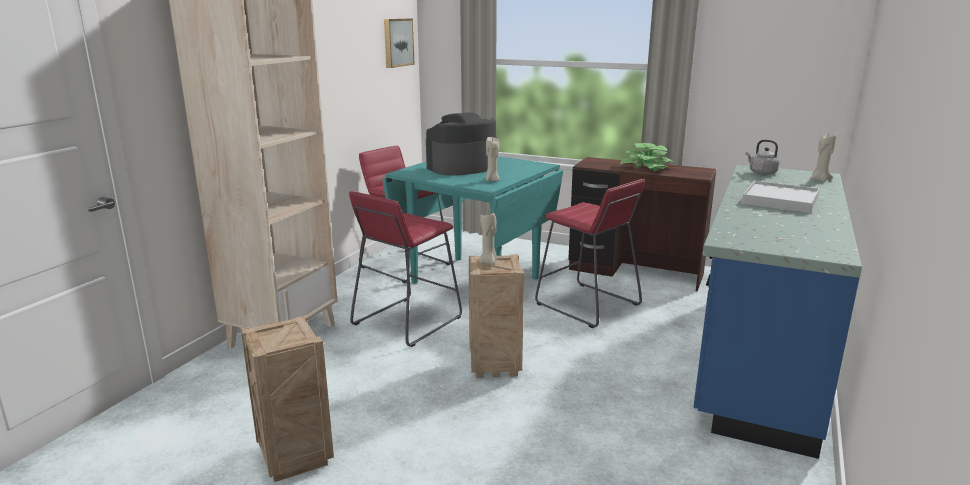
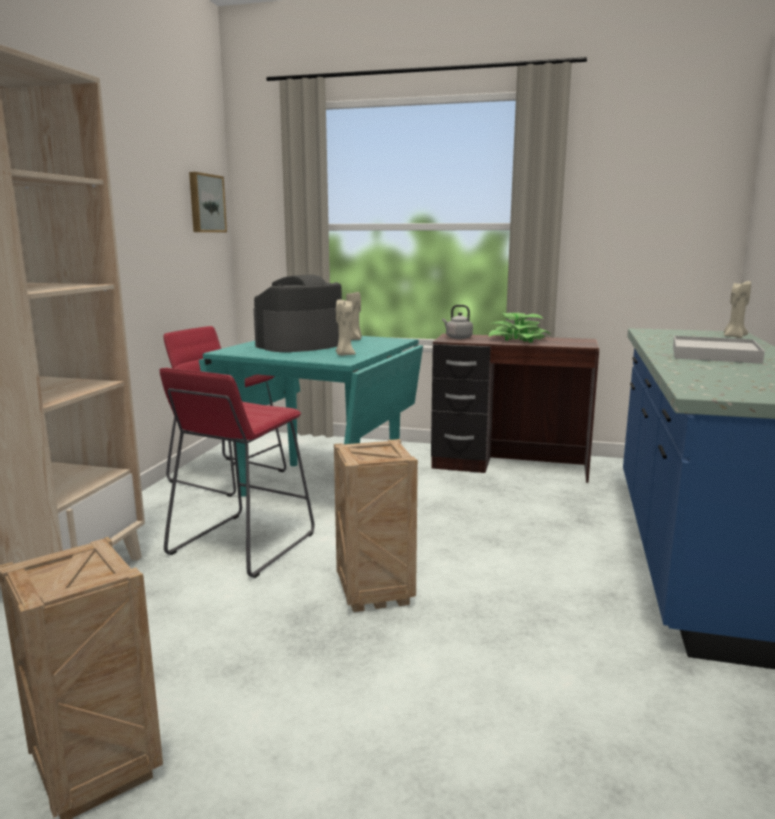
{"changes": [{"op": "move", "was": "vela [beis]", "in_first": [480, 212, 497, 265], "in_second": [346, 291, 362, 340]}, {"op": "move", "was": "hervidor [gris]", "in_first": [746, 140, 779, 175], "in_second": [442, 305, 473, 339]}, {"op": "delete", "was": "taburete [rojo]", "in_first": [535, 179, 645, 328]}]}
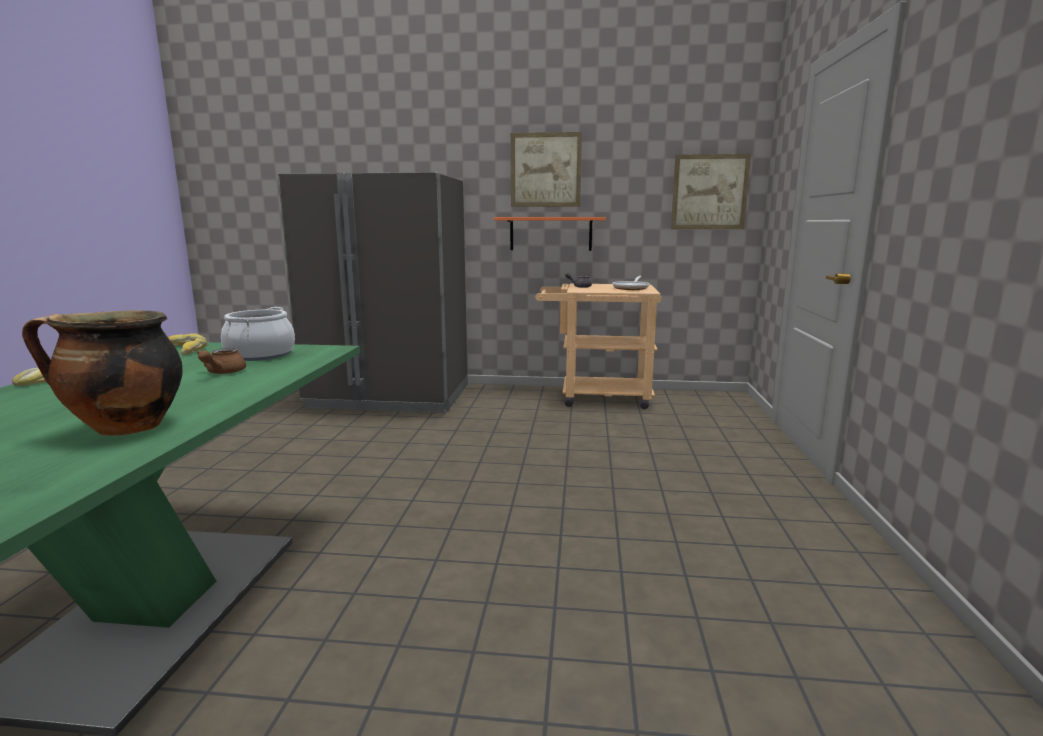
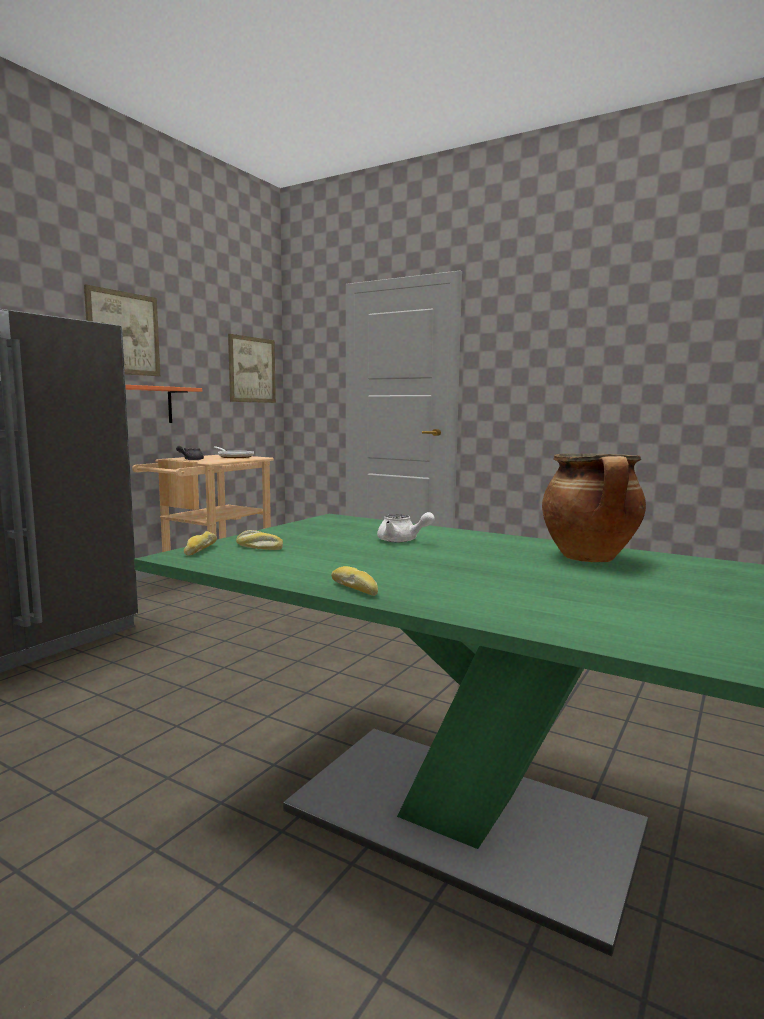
{"changes": [{"op": "recolor", "was": "tetera [marrón]", "now": "tetera [blanco]", "in_first": [197, 348, 246, 374], "in_second": [377, 512, 435, 542]}, {"op": "delete", "was": "olla", "in_first": [221, 307, 295, 361]}]}
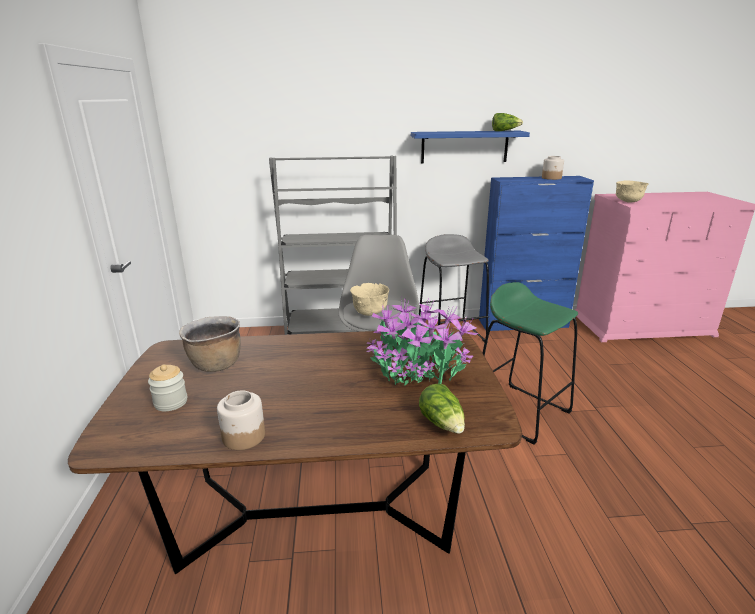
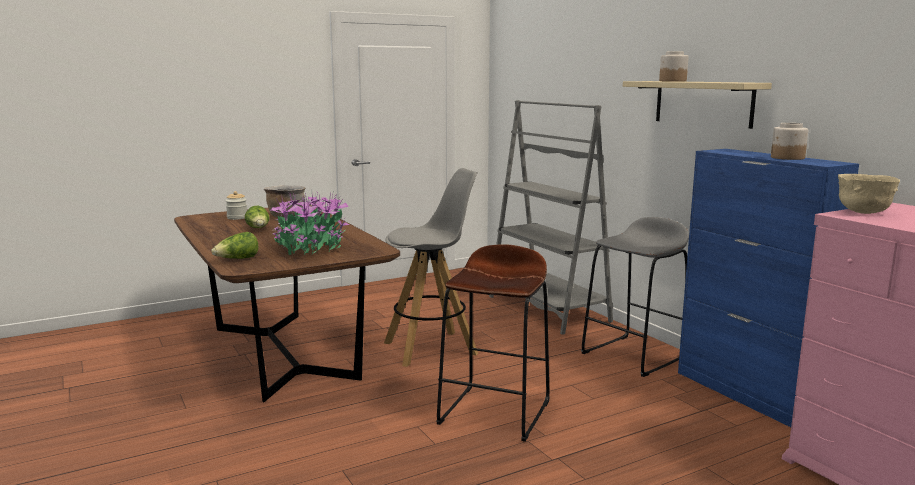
{"changes": [{"op": "move", "was": "lechuga", "in_first": [492, 113, 523, 131], "in_second": [245, 206, 270, 228]}, {"op": "recolor", "was": "taburete [verde]", "now": "taburete [marrón]", "in_first": [483, 282, 578, 444], "in_second": [436, 244, 549, 442]}, {"op": "recolor", "was": "estante [azul]", "now": "estante [beis]", "in_first": [411, 131, 530, 164], "in_second": [623, 81, 772, 129]}, {"op": "move", "was": "tarro", "in_first": [217, 390, 265, 450], "in_second": [659, 51, 688, 81]}, {"op": "delete", "was": "cuenco [beis]", "in_first": [350, 283, 389, 316]}]}
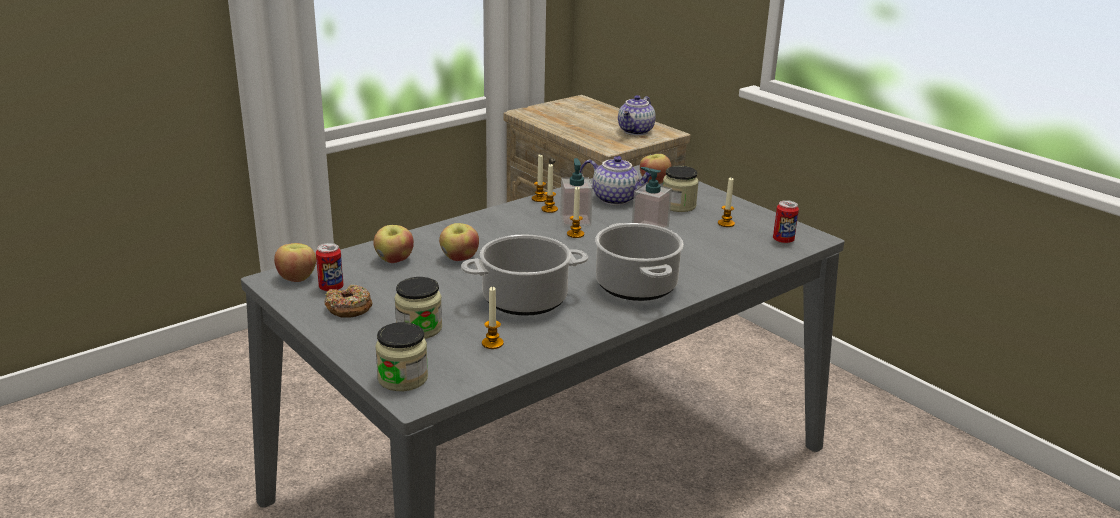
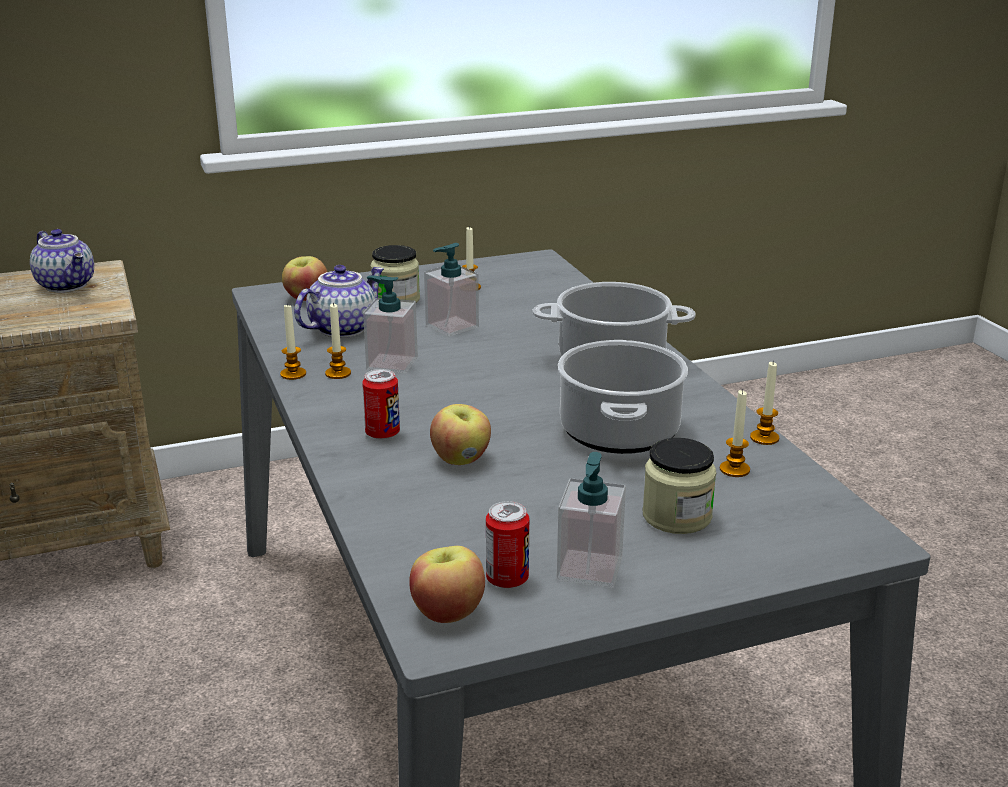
{"changes": [{"op": "move", "was": "lata", "in_first": [773, 200, 799, 244], "in_second": [362, 369, 400, 440]}, {"op": "replace", "was": "rosquilla", "now": "dispensador de jabón", "in_first": [324, 285, 372, 318], "in_second": [557, 452, 626, 588]}, {"op": "move", "was": "vela", "in_first": [567, 186, 584, 238], "in_second": [750, 361, 779, 445]}, {"op": "delete", "was": "manzana", "in_first": [373, 225, 414, 263]}, {"op": "delete", "was": "tarro", "in_first": [375, 322, 428, 391]}]}
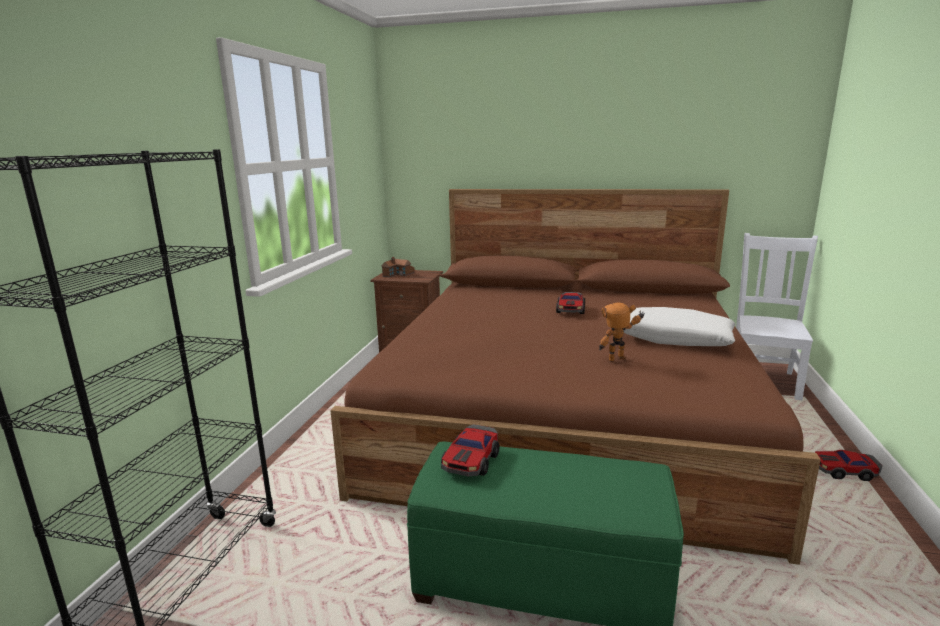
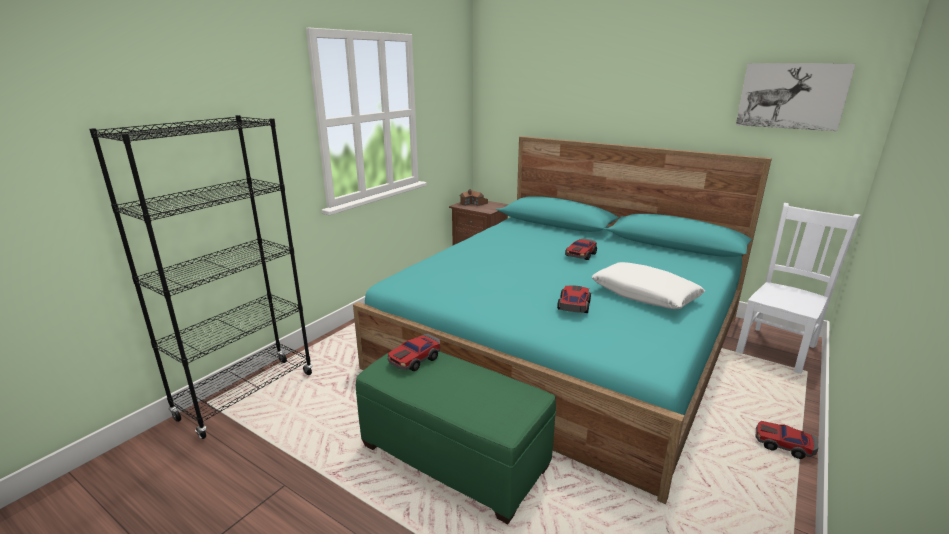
{"changes": [{"op": "recolor", "was": "cama [marrón]", "now": "cama [turquesa]", "in_first": [330, 189, 821, 565], "in_second": [353, 136, 772, 504]}, {"op": "replace", "was": "robot de juguete", "now": "coche de juguete", "in_first": [599, 303, 645, 362], "in_second": [557, 285, 591, 313]}, {"op": "insert", "now": "cuadro", "in_second": [736, 63, 856, 131]}]}
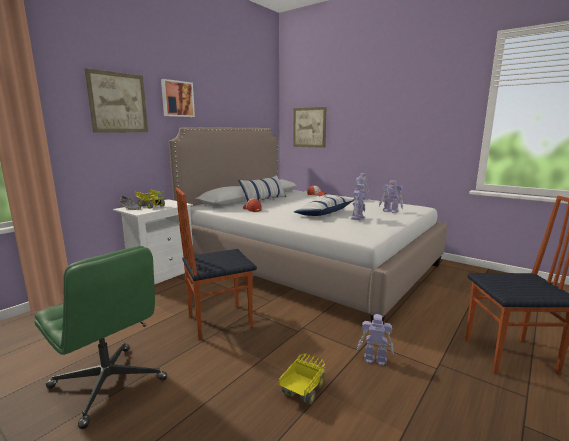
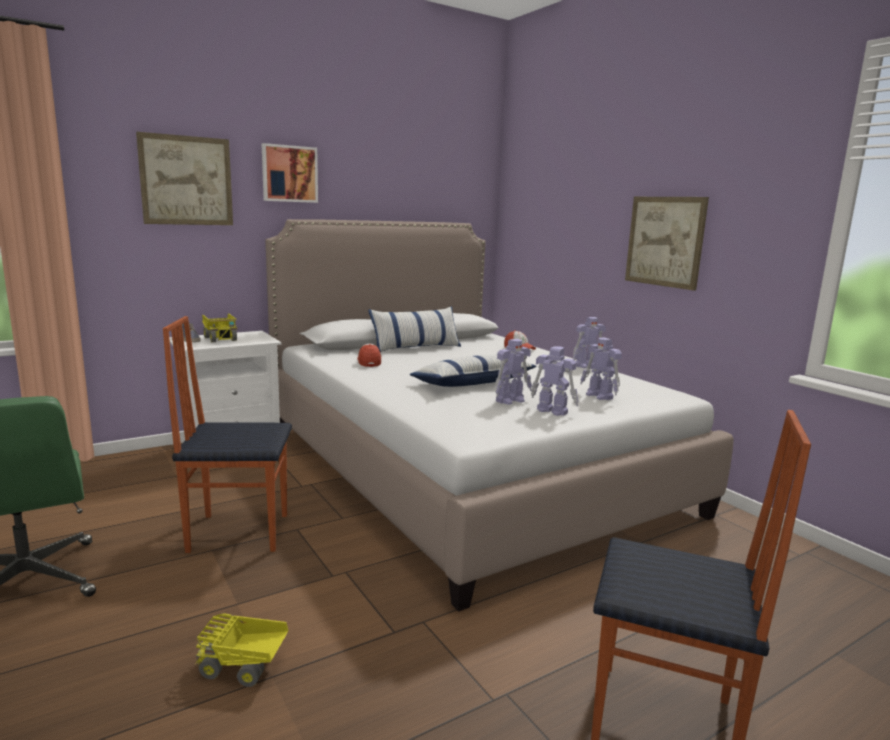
{"changes": [{"op": "rotate", "was": "camión de juguete", "in_first": [278, 353, 325, 405], "in_second": [195, 613, 288, 687], "clockwise": -135}, {"op": "move", "was": "robot de juguete", "in_first": [357, 314, 394, 366], "in_second": [531, 346, 579, 416]}, {"op": "move", "was": "cuadro", "in_first": [293, 107, 326, 148], "in_second": [625, 197, 709, 291]}]}
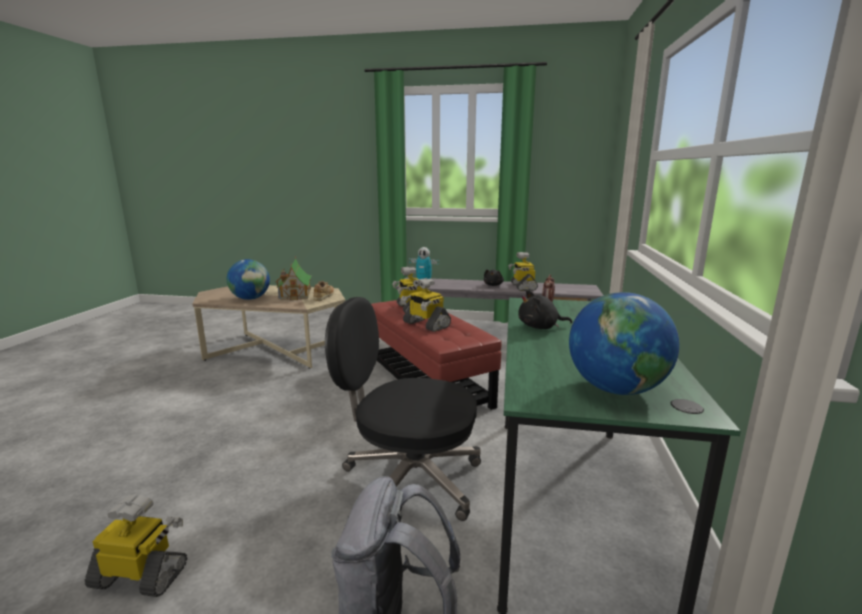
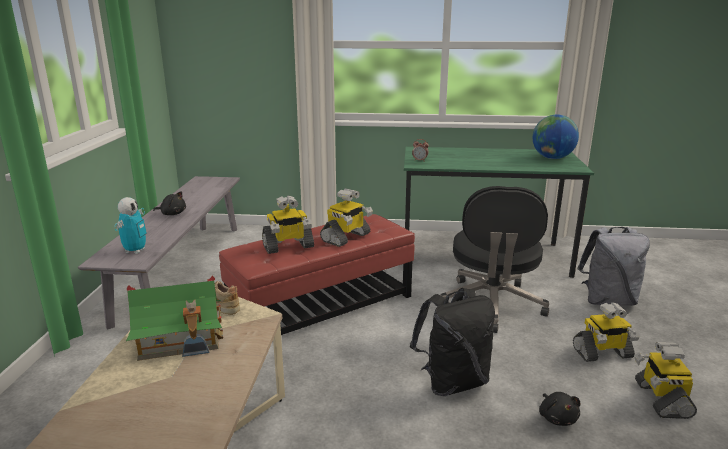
{"changes": [{"op": "insert", "now": "mochila [negro]", "in_second": [410, 288, 495, 396]}, {"op": "move", "was": "peluche [negro]", "in_first": [518, 290, 572, 329], "in_second": [539, 392, 581, 426]}, {"op": "move", "was": "robot de juguete", "in_first": [508, 252, 538, 291], "in_second": [573, 302, 640, 362]}, {"op": "delete", "was": "globo terráqueo", "in_first": [227, 259, 270, 300]}]}
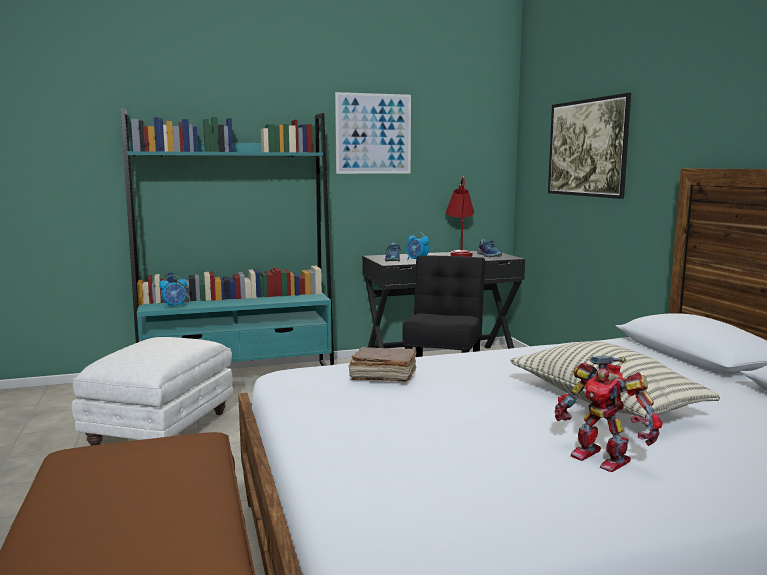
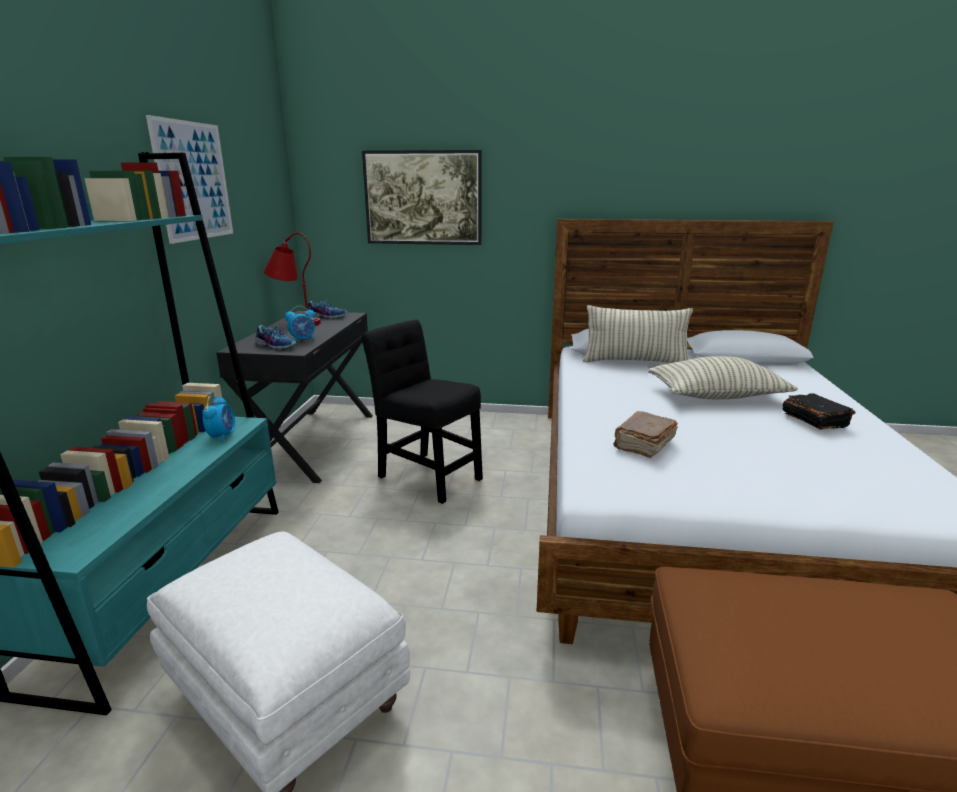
{"changes": [{"op": "move", "was": "despertador", "in_first": [159, 275, 187, 308], "in_second": [202, 396, 235, 442]}, {"op": "insert", "now": "cojín", "in_second": [583, 305, 693, 363]}, {"op": "replace", "was": "robot de juguete", "now": "libro [negro]", "in_first": [555, 356, 662, 472], "in_second": [783, 393, 856, 430]}]}
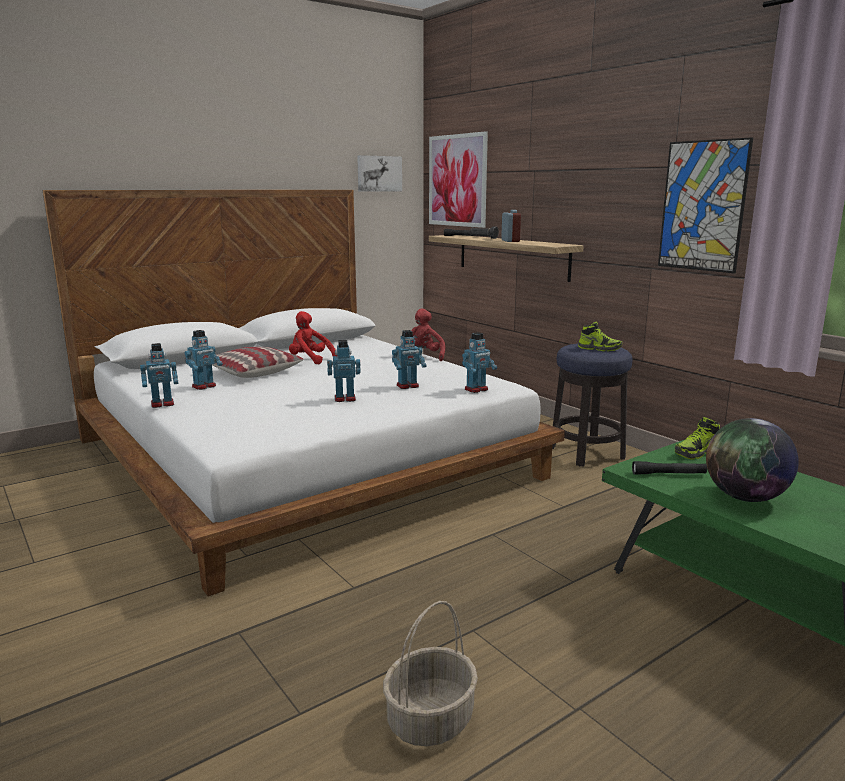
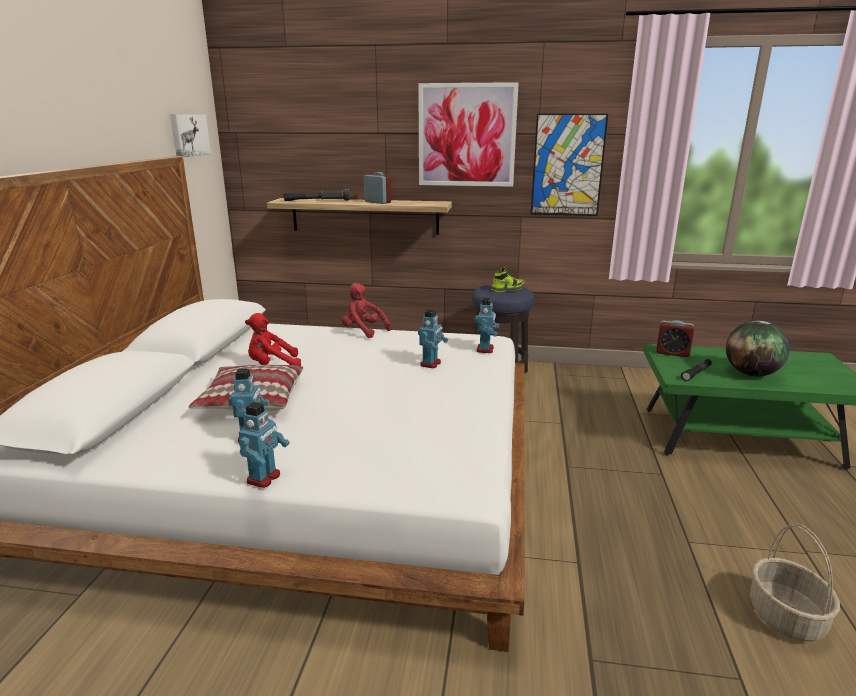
{"changes": [{"op": "move", "was": "cuadro", "in_first": [429, 131, 488, 228], "in_second": [418, 82, 519, 187]}, {"op": "replace", "was": "zapato", "now": "despertador", "in_first": [675, 417, 720, 459], "in_second": [656, 320, 694, 357]}, {"op": "delete", "was": "robot de juguete", "in_first": [327, 340, 361, 402]}]}
